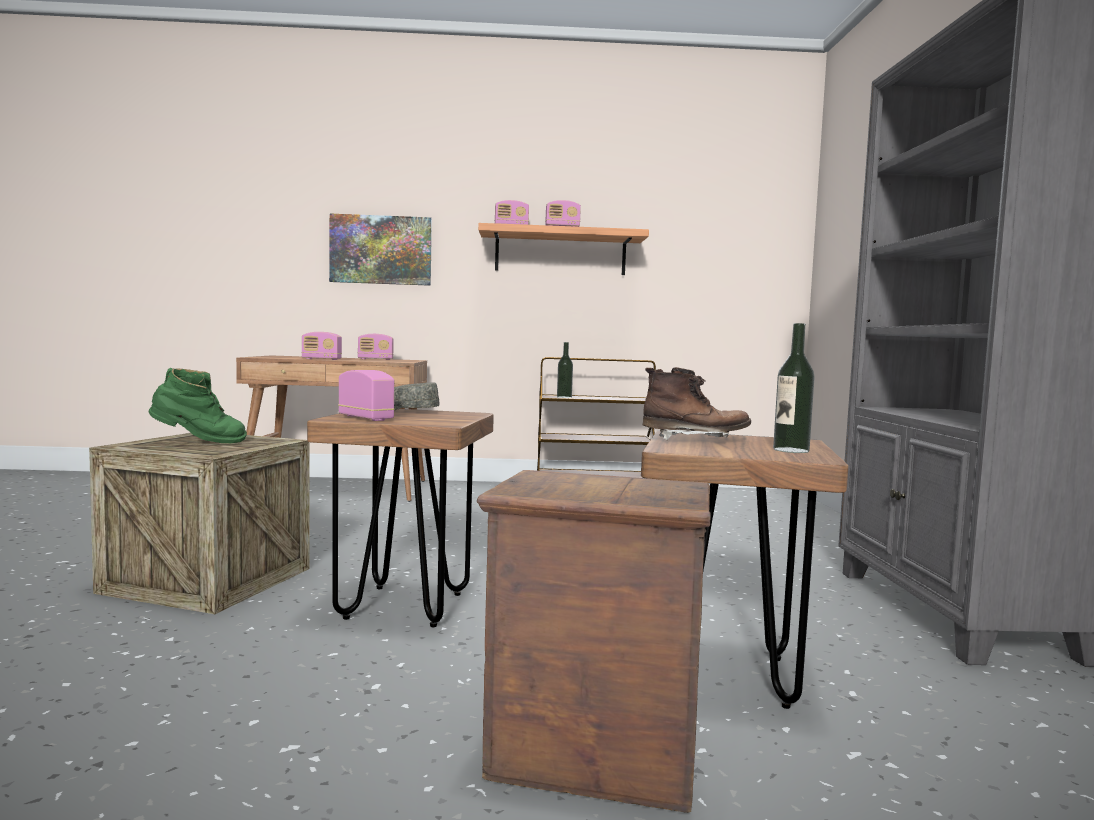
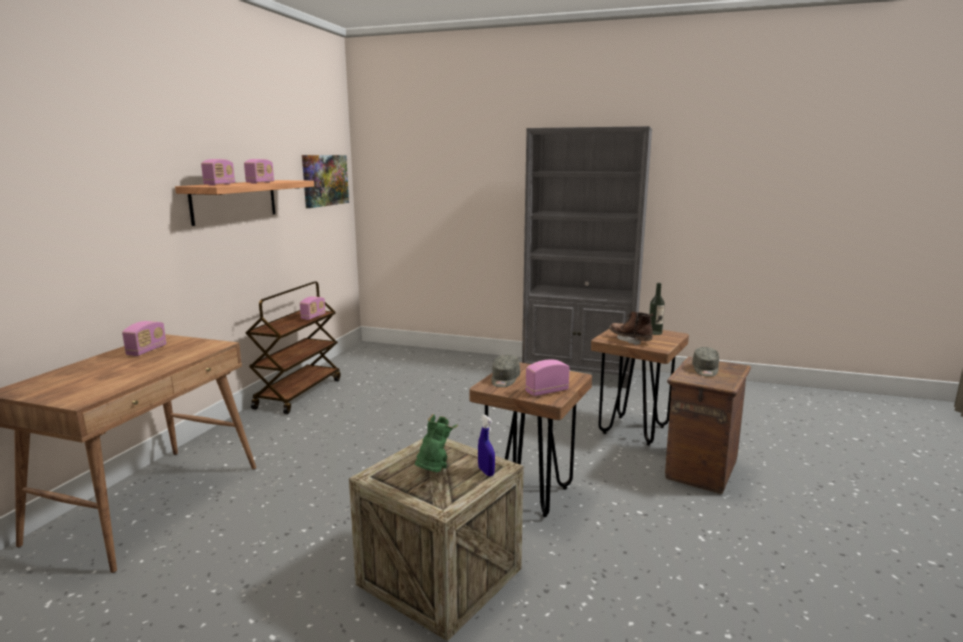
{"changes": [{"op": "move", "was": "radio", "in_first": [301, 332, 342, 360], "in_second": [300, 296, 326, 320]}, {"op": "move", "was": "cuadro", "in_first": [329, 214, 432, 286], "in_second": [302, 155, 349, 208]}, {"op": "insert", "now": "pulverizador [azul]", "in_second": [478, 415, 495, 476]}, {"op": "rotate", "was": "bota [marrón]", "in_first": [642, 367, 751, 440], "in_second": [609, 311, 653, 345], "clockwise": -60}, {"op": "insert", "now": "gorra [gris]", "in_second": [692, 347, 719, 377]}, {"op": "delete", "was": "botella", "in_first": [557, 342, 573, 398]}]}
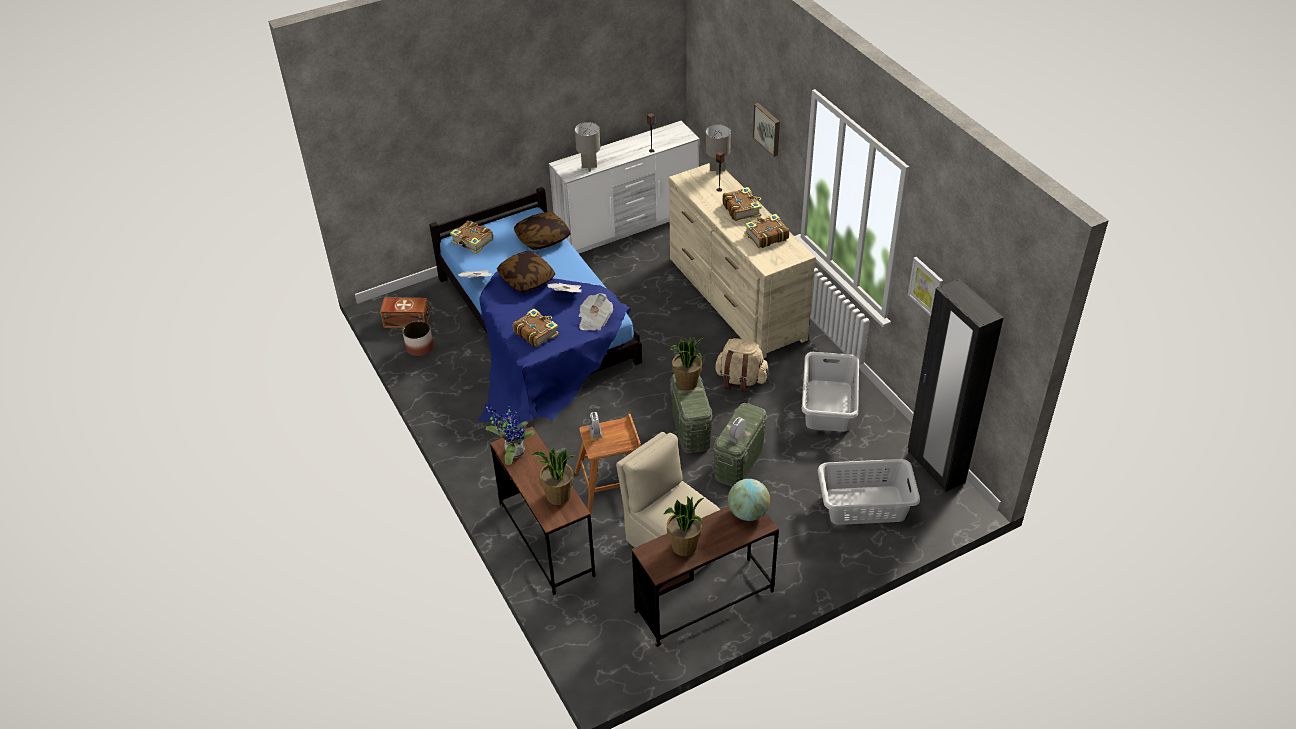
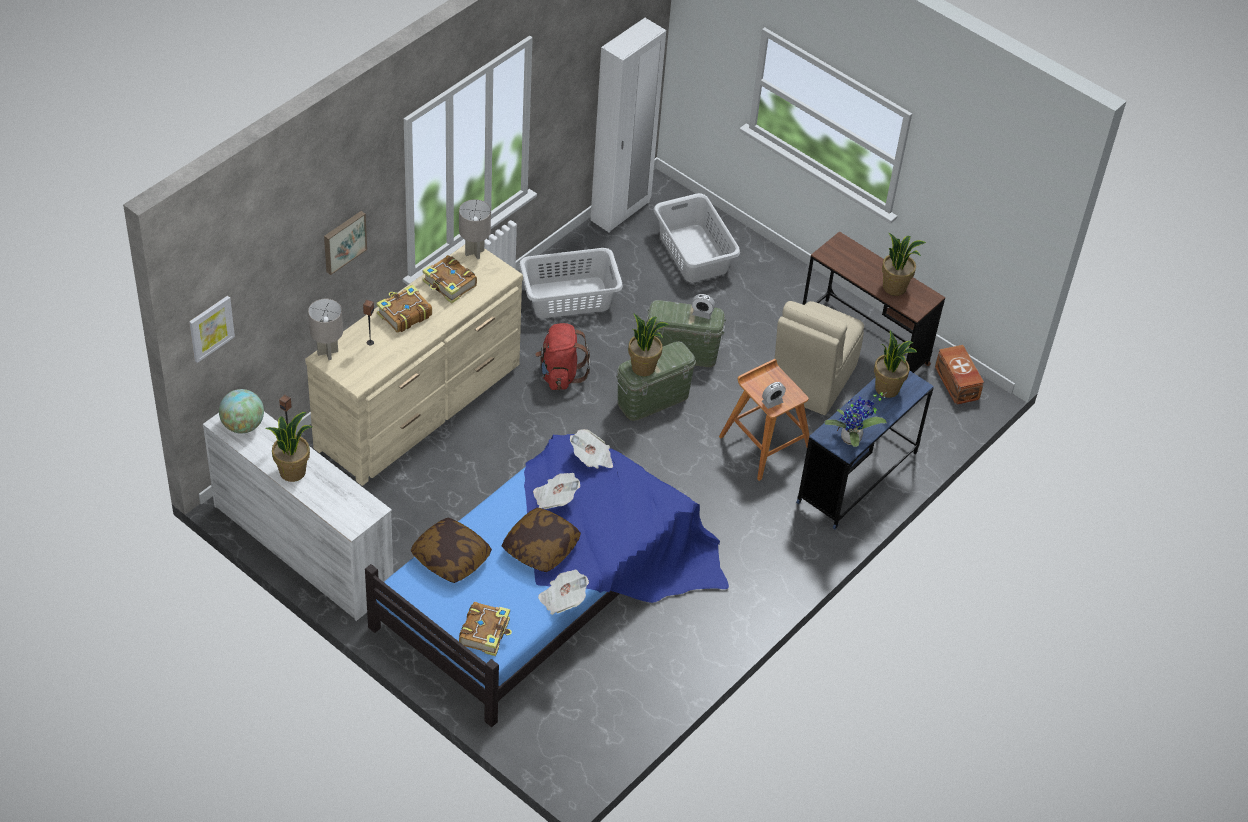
{"changes": [{"op": "move", "was": "cuadro", "in_first": [908, 257, 943, 316], "in_second": [189, 296, 235, 363]}, {"op": "move", "was": "globo terráqueo", "in_first": [728, 479, 770, 521], "in_second": [219, 389, 264, 434]}, {"op": "insert", "now": "planta en maceta", "in_second": [265, 412, 312, 482]}, {"op": "move", "was": "lámpara de mesa [gris]", "in_first": [575, 122, 600, 172], "in_second": [459, 199, 491, 259]}, {"op": "recolor", "was": "mochila [beis]", "now": "mochila [rojo]", "in_first": [714, 338, 768, 392], "in_second": [535, 323, 590, 390]}, {"op": "recolor", "was": "armario ropero [negro]", "now": "armario ropero [blanco]", "in_first": [908, 279, 1004, 492], "in_second": [590, 18, 666, 232]}, {"op": "recolor", "was": "escritorio [marrón]", "now": "escritorio [azul]", "in_first": [490, 426, 595, 595], "in_second": [796, 370, 934, 529]}, {"op": "move", "was": "caja de almacenaje [marrón]", "in_first": [380, 297, 430, 328], "in_second": [935, 345, 984, 405]}, {"op": "delete", "was": "maceta", "in_first": [403, 321, 434, 356]}, {"op": "delete", "was": "libro", "in_first": [513, 308, 559, 347]}]}
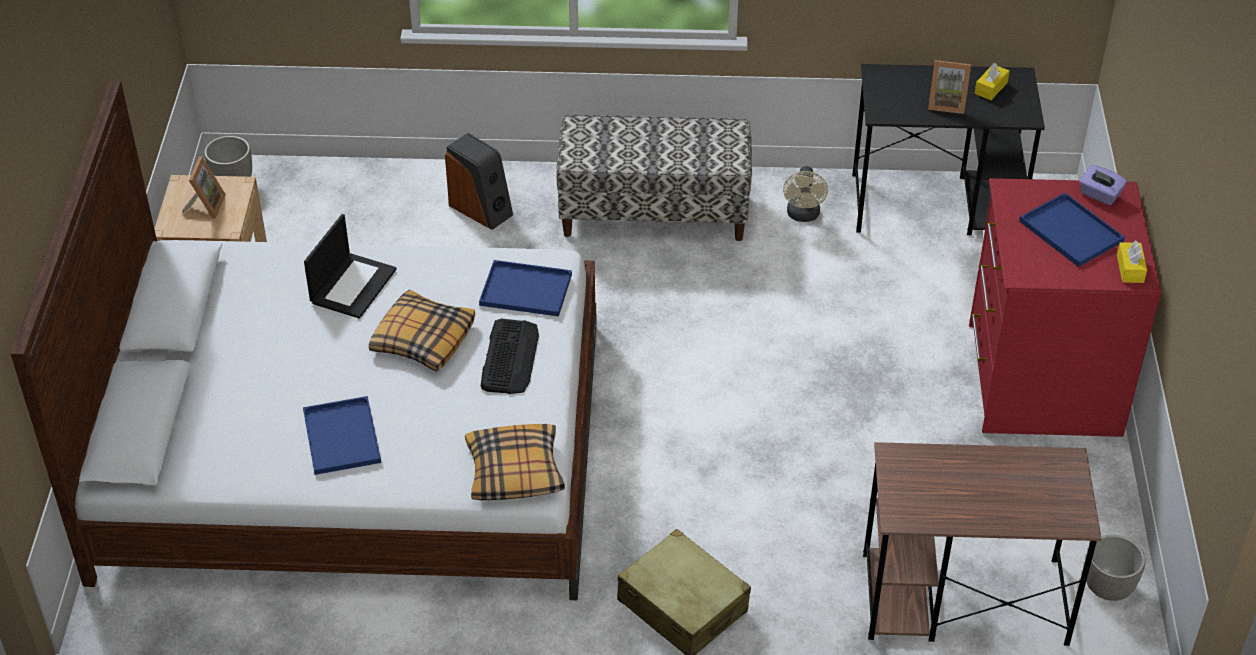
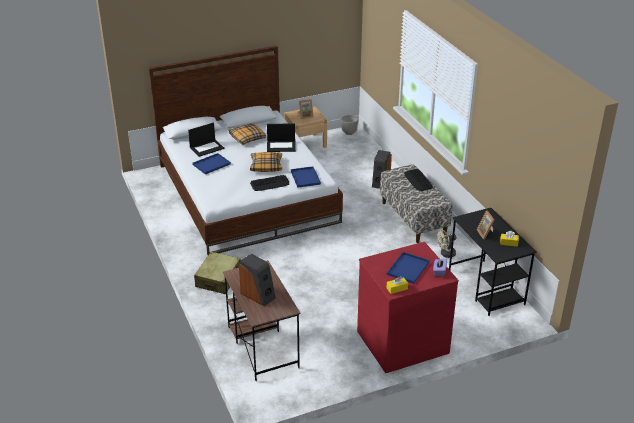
{"changes": [{"op": "insert", "now": "portátil", "in_second": [188, 123, 224, 157]}, {"op": "move", "was": "cojín", "in_first": [465, 424, 565, 500], "in_second": [228, 123, 266, 145]}, {"op": "insert", "now": "altavoz", "in_second": [239, 253, 276, 306]}, {"op": "insert", "now": "teclado", "in_second": [404, 169, 433, 191]}, {"op": "delete", "was": "maceta", "in_first": [1086, 535, 1146, 601]}]}
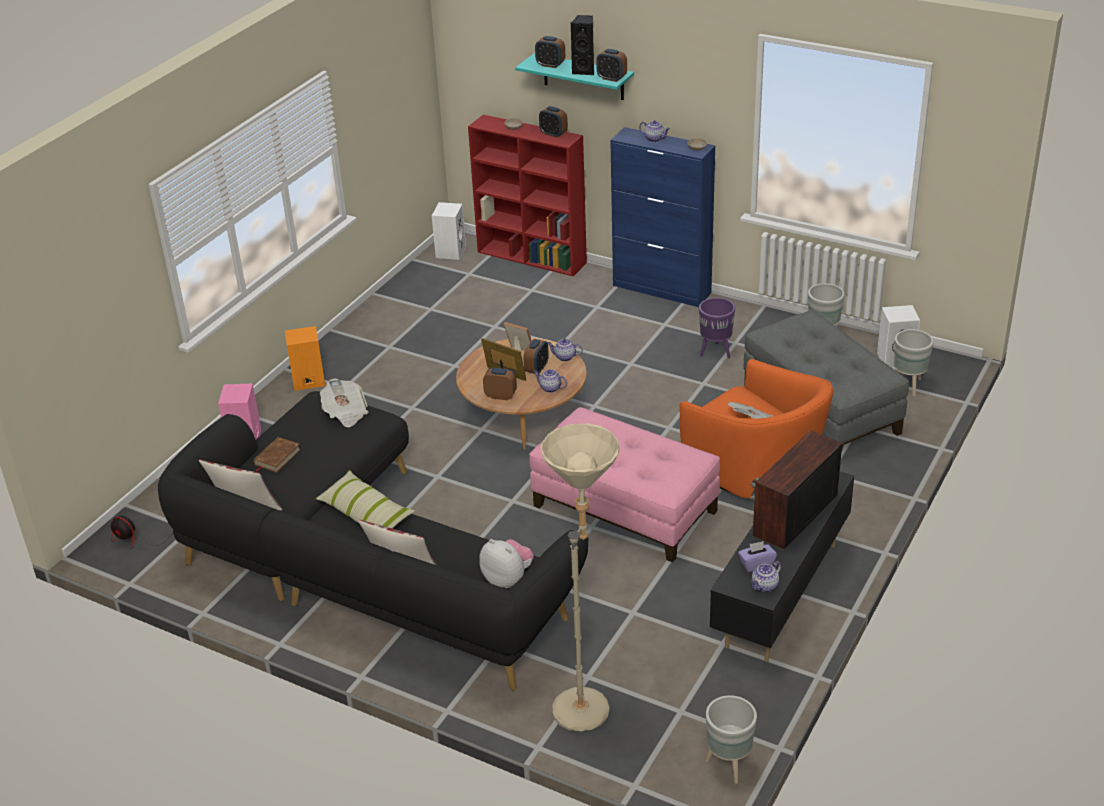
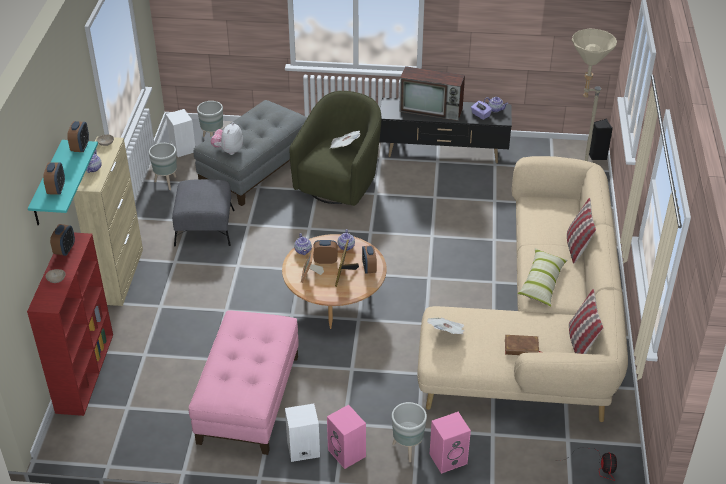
{"changes": [{"op": "recolor", "was": "armario [azul]", "now": "armario [beis]", "in_first": [610, 127, 715, 307], "in_second": [74, 136, 143, 306]}, {"op": "replace", "was": "maceta [morado]", "now": "puf [gris]", "in_first": [699, 298, 735, 359], "in_second": [172, 179, 235, 246]}, {"op": "move", "was": "puf [rosa]", "in_first": [529, 407, 720, 562], "in_second": [189, 310, 299, 455]}, {"op": "move", "was": "peluche", "in_first": [479, 539, 534, 588], "in_second": [211, 122, 243, 155]}, {"op": "move", "was": "altavoz [blanco]", "in_first": [432, 202, 466, 260], "in_second": [285, 404, 320, 462]}, {"op": "recolor", "was": "sillón [naranja]", "now": "sillón [verde]", "in_first": [679, 359, 833, 499], "in_second": [290, 91, 381, 206]}, {"op": "recolor", "was": "altavoz [naranja]", "now": "altavoz [rosa]", "in_first": [285, 326, 325, 391], "in_second": [327, 405, 366, 469]}, {"op": "move", "was": "maceta [gris]", "in_first": [705, 695, 757, 784], "in_second": [392, 402, 427, 462]}, {"op": "recolor", "was": "sofá [negro]", "now": "sofá [beis]", "in_first": [158, 391, 588, 690], "in_second": [417, 156, 628, 422]}, {"op": "move", "was": "altavoz [negro]", "in_first": [570, 15, 594, 75], "in_second": [589, 119, 613, 160]}]}
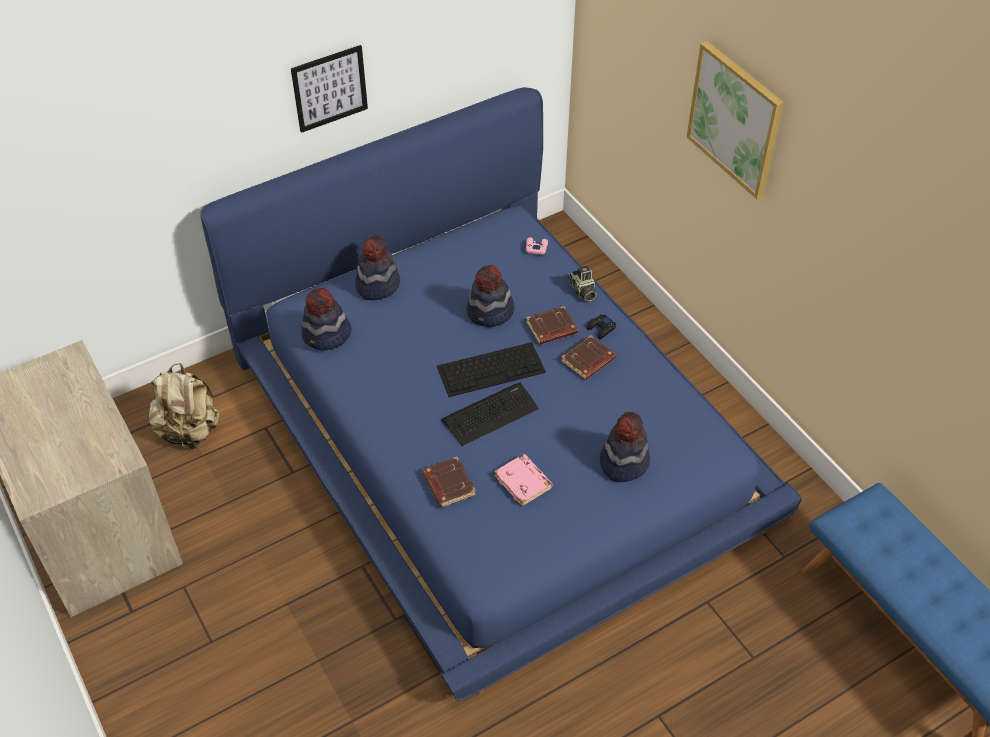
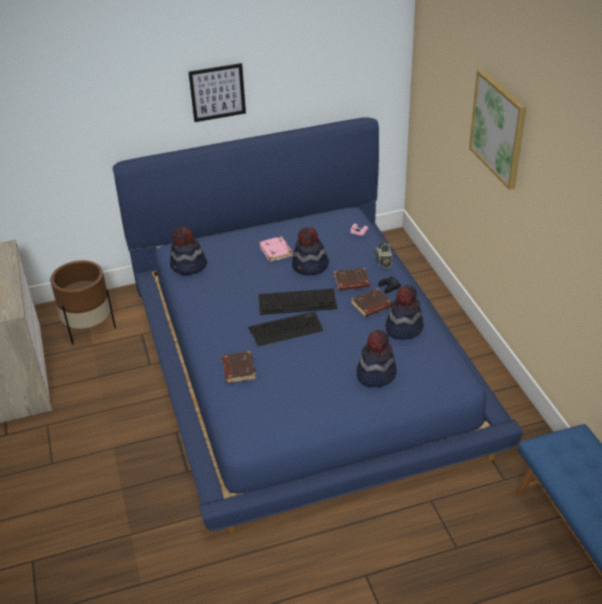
{"changes": [{"op": "replace", "was": "mochila [beis]", "now": "maceta [marrón]", "in_first": [149, 363, 219, 450], "in_second": [50, 260, 116, 345]}, {"op": "move", "was": "libro [rosa]", "in_first": [494, 454, 553, 506], "in_second": [259, 236, 293, 262]}, {"op": "move", "was": "sombrero", "in_first": [355, 236, 400, 300], "in_second": [386, 285, 424, 340]}]}
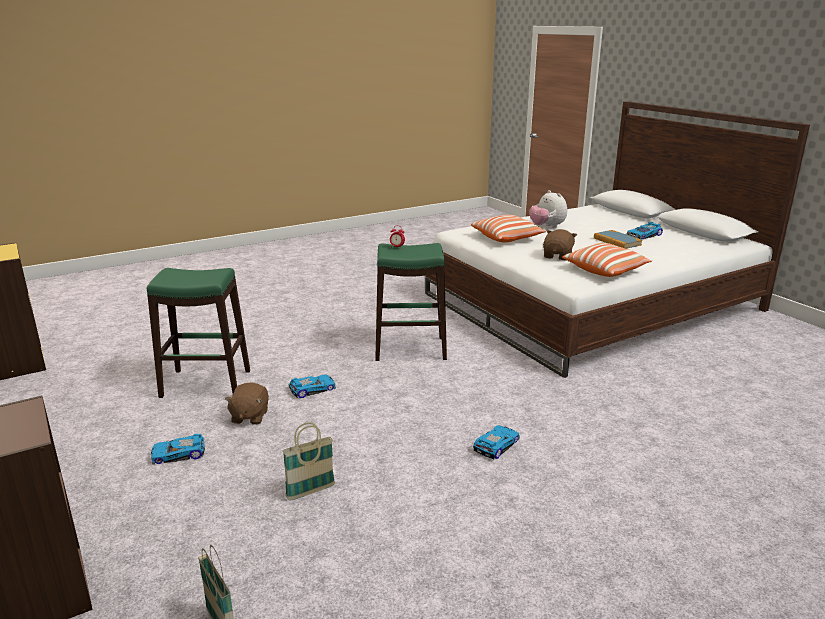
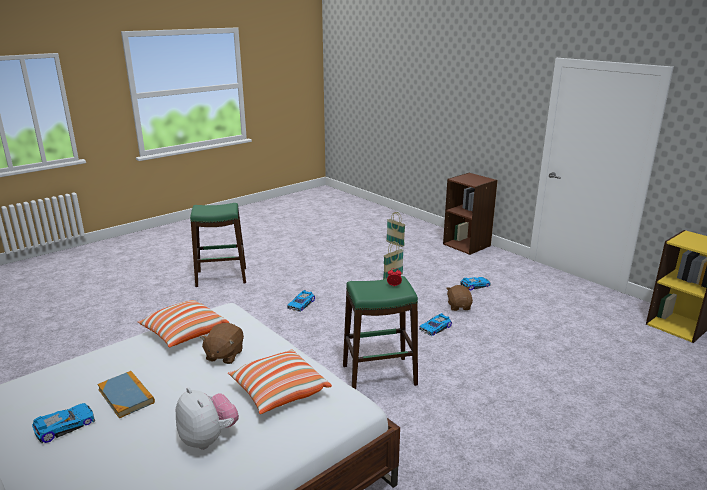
{"changes": [{"op": "move", "was": "taburete [verde]", "in_first": [147, 268, 250, 398], "in_second": [190, 203, 246, 287]}]}
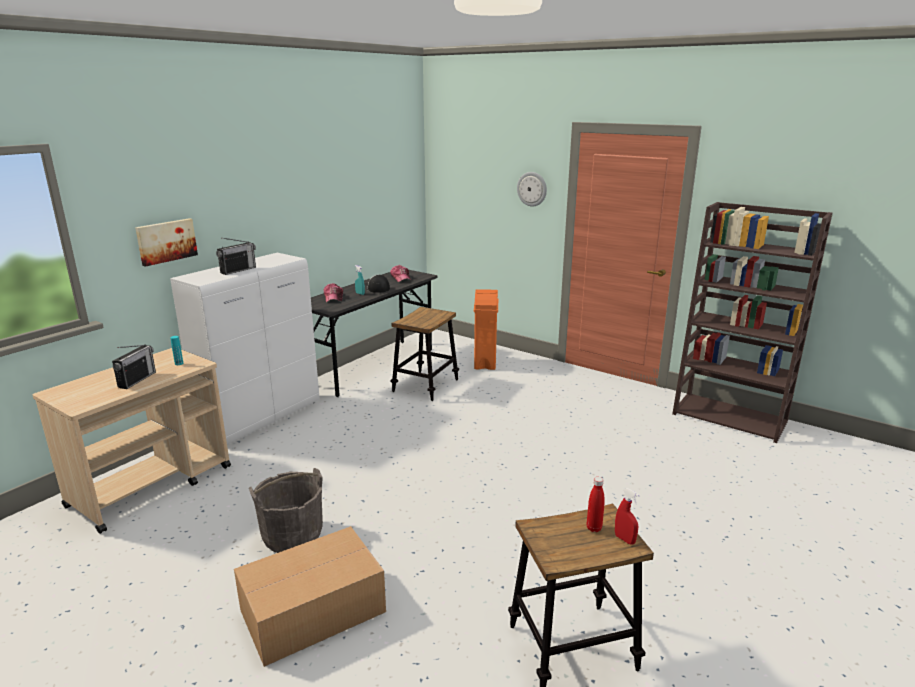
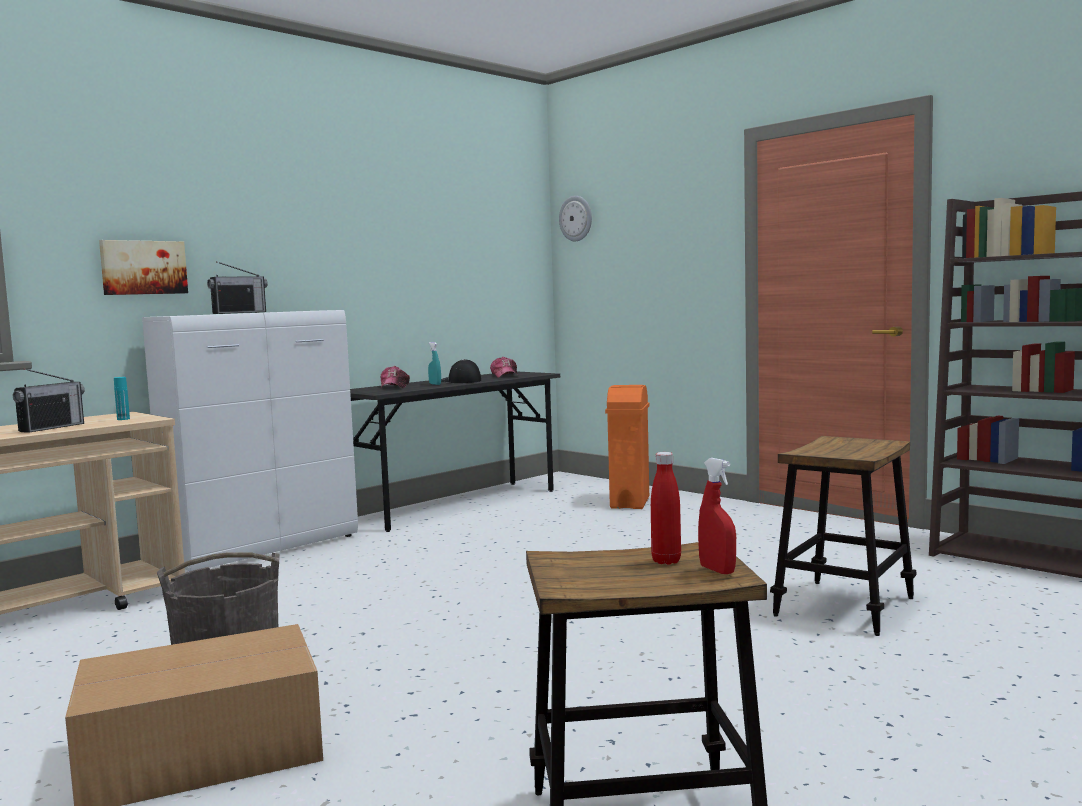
{"changes": [{"op": "move", "was": "reloj de pared", "in_first": [517, 172, 547, 207], "in_second": [559, 196, 592, 241]}, {"op": "move", "was": "taburete", "in_first": [390, 307, 459, 401], "in_second": [770, 436, 917, 636]}]}
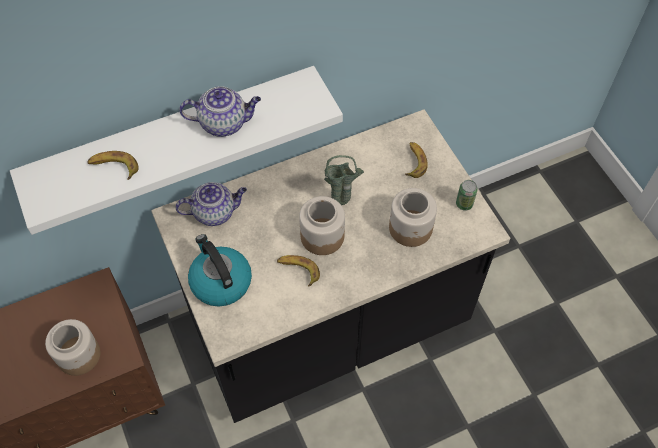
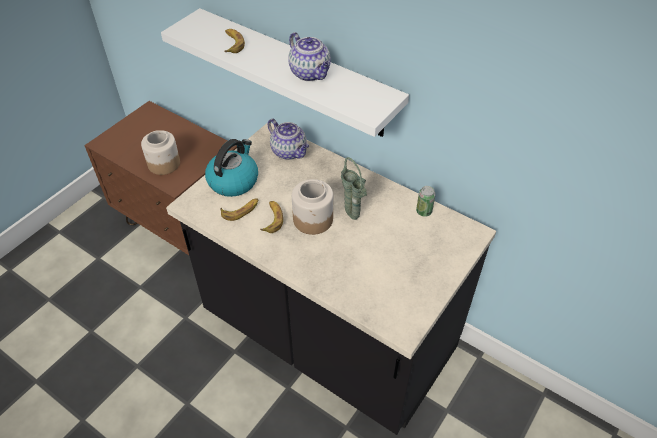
{"changes": [{"op": "move", "was": "plátano", "in_first": [405, 142, 428, 178], "in_second": [220, 198, 258, 221]}, {"op": "move", "was": "lata", "in_first": [456, 180, 478, 211], "in_second": [416, 186, 436, 217]}, {"op": "delete", "was": "tarro", "in_first": [389, 188, 437, 247]}]}
